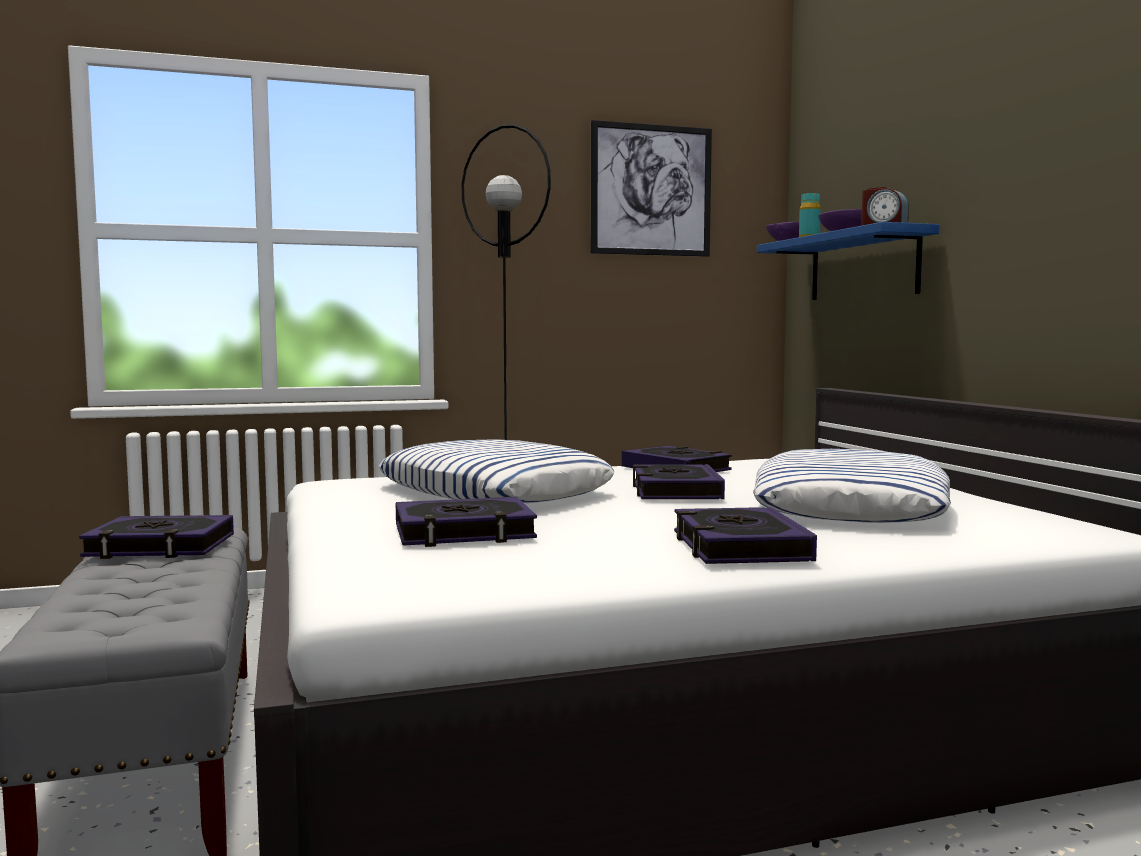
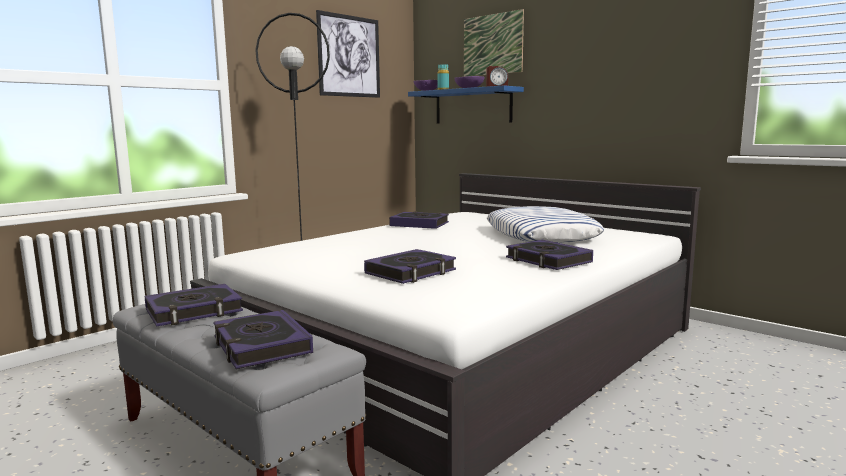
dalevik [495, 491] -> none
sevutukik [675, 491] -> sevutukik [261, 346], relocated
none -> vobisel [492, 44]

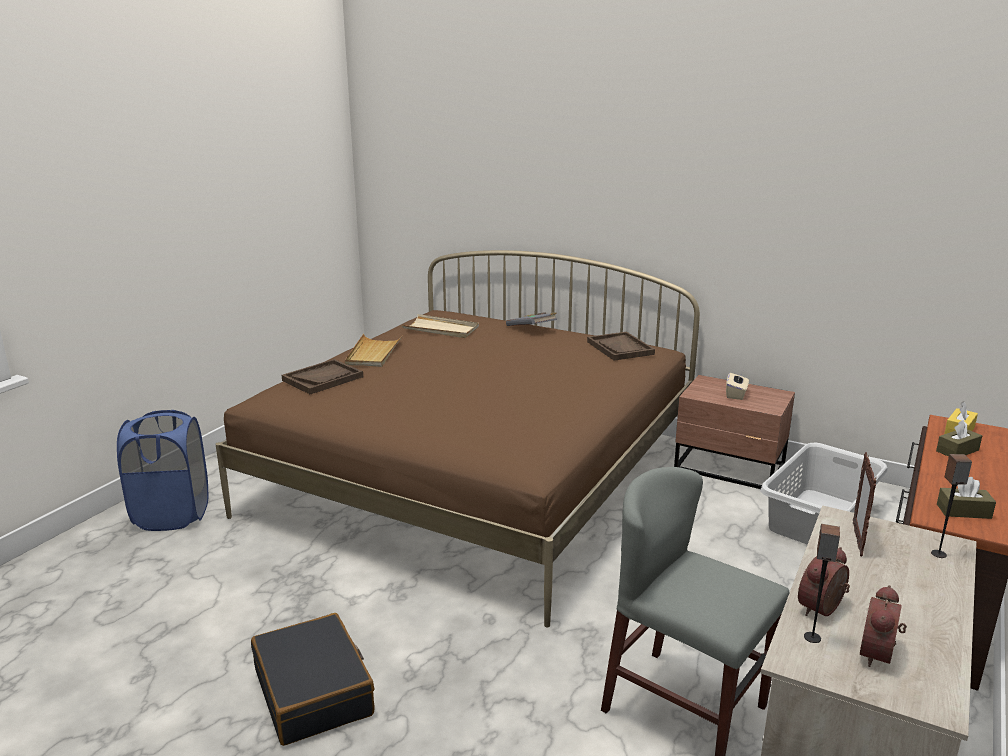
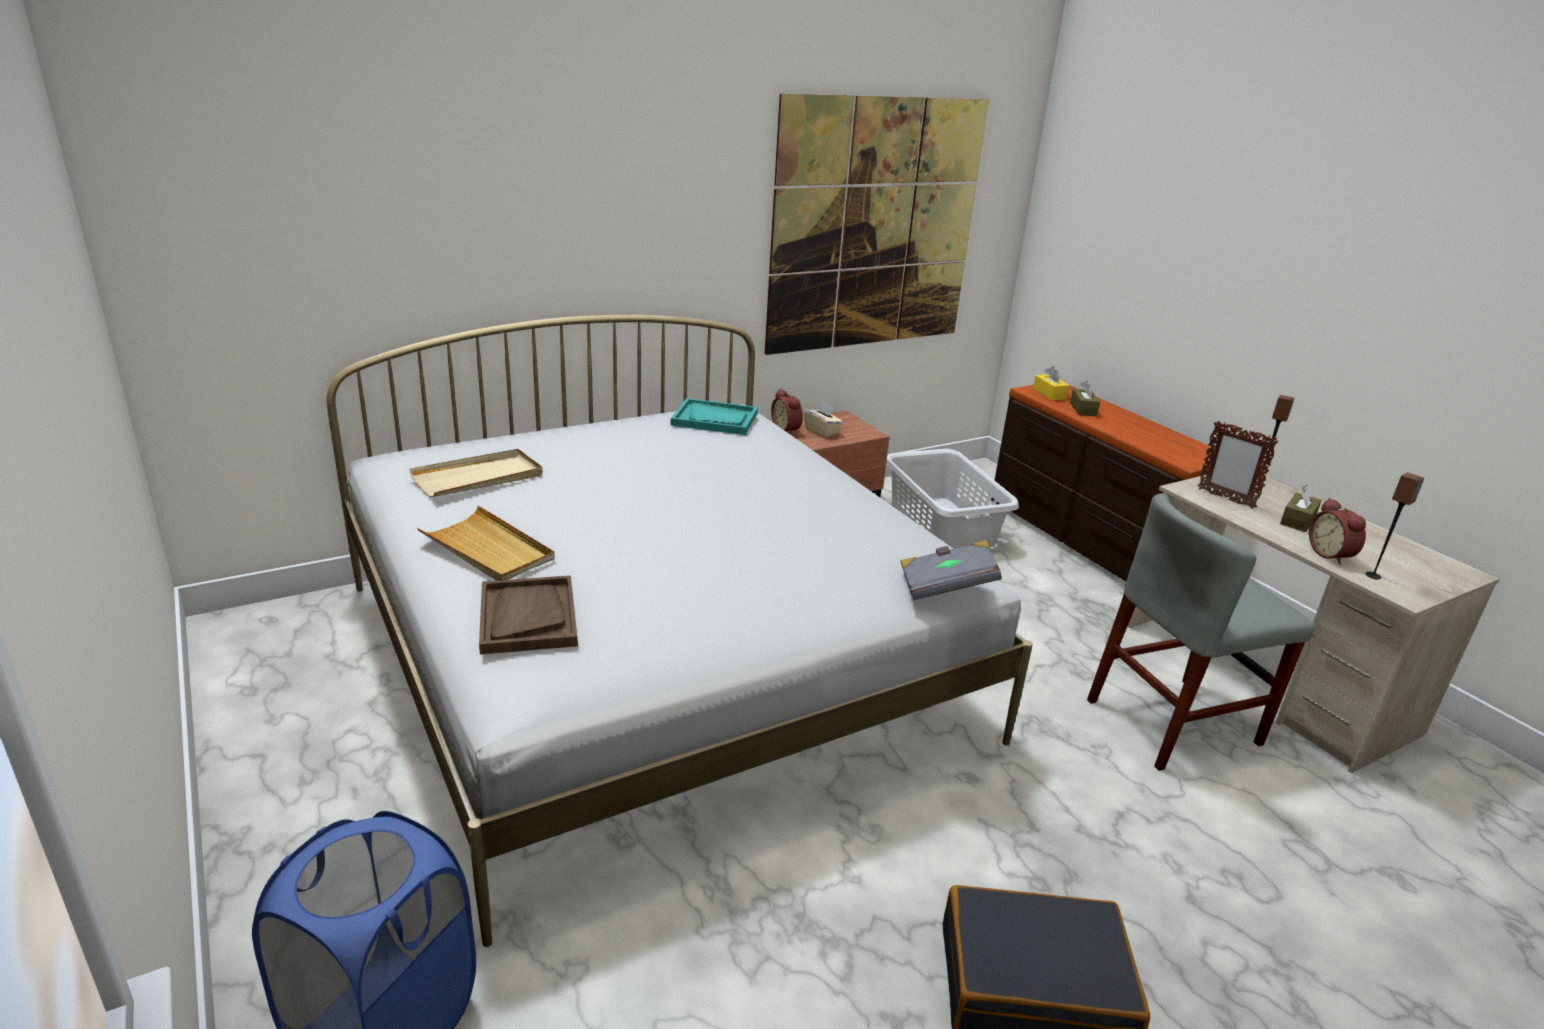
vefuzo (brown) [476, 478] -> vefuzo (white) [655, 659]
sevutukik (grey) [531, 329] -> sevutukik (grey) [946, 586], relocated
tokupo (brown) [620, 348] -> tokupo (turquoise) [715, 419]
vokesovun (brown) [963, 511] -> vokesovun (brown) [1297, 520], relocated
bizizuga [880, 655] -> bizizuga [787, 429], relocated
none -> vobisel [875, 226]

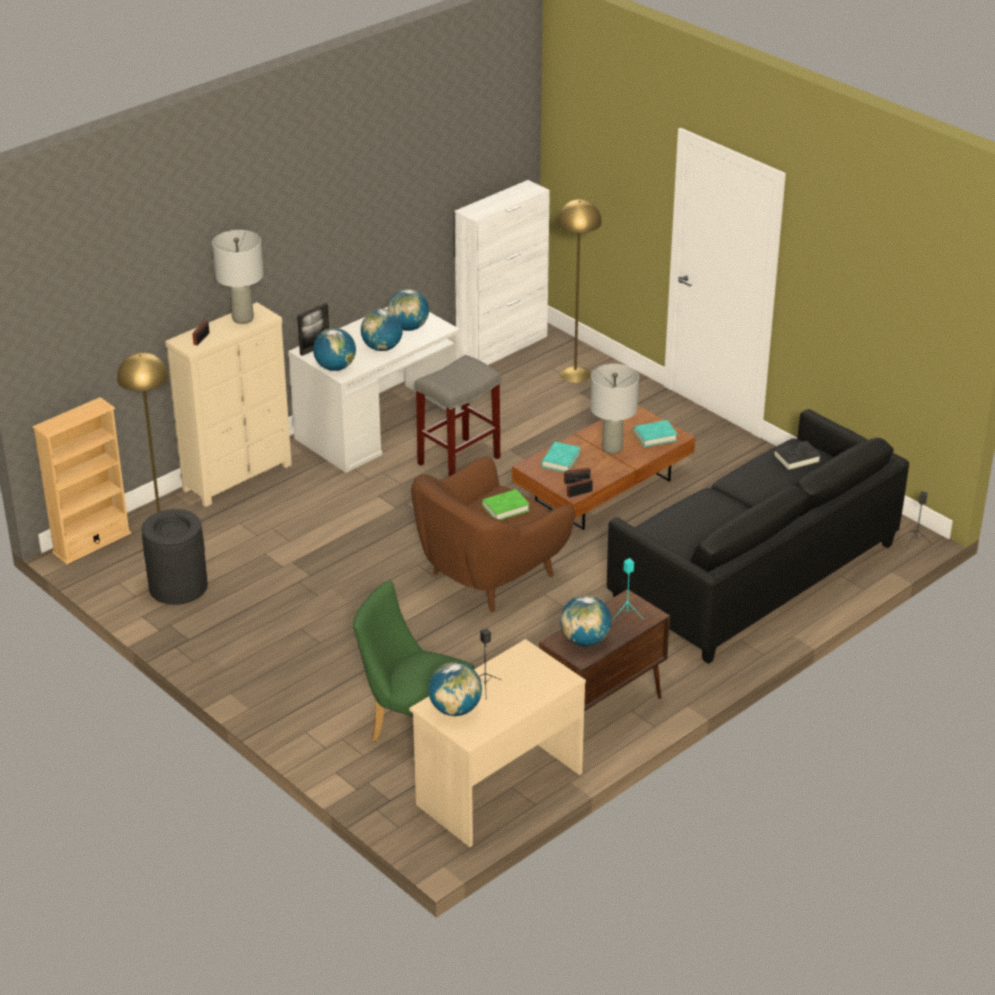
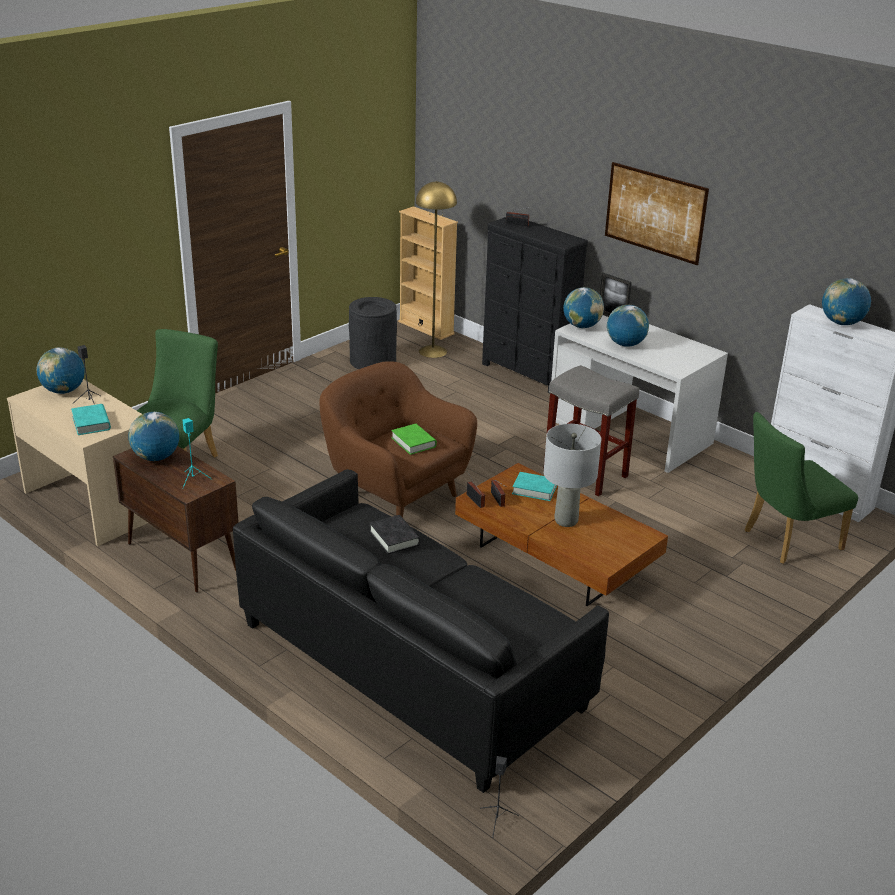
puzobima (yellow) [575, 374] -> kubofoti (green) [786, 541]
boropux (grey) [242, 318] -> none
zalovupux [408, 328] -> zalovupux [841, 323], relocated
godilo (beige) [238, 477] -> godilo (black) [527, 374]
sevutukik (turquoise) [655, 436] -> sevutukik (turquoise) [91, 423], relocated
sevutukik (black) [796, 459] -> sevutukik (black) [394, 538], relocated
none -> vobisel [655, 212]

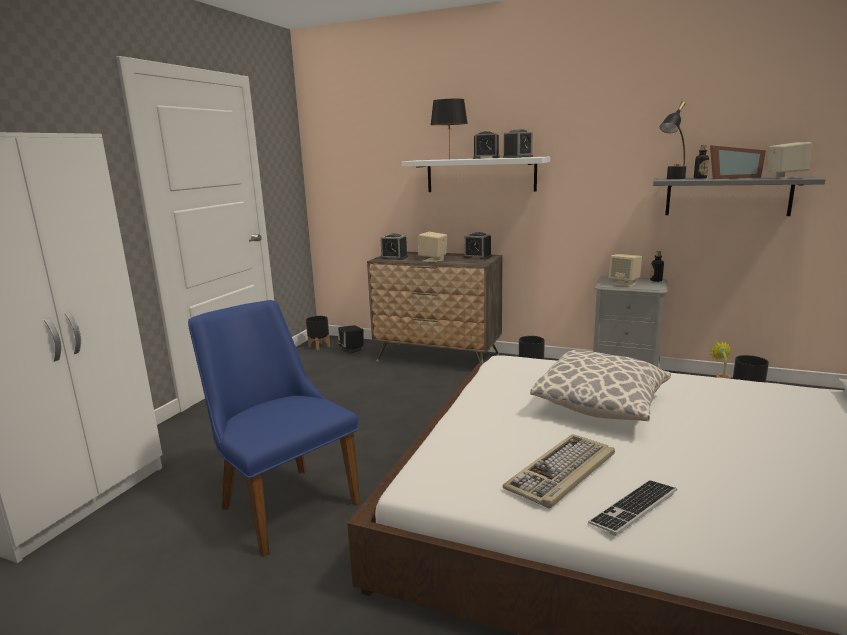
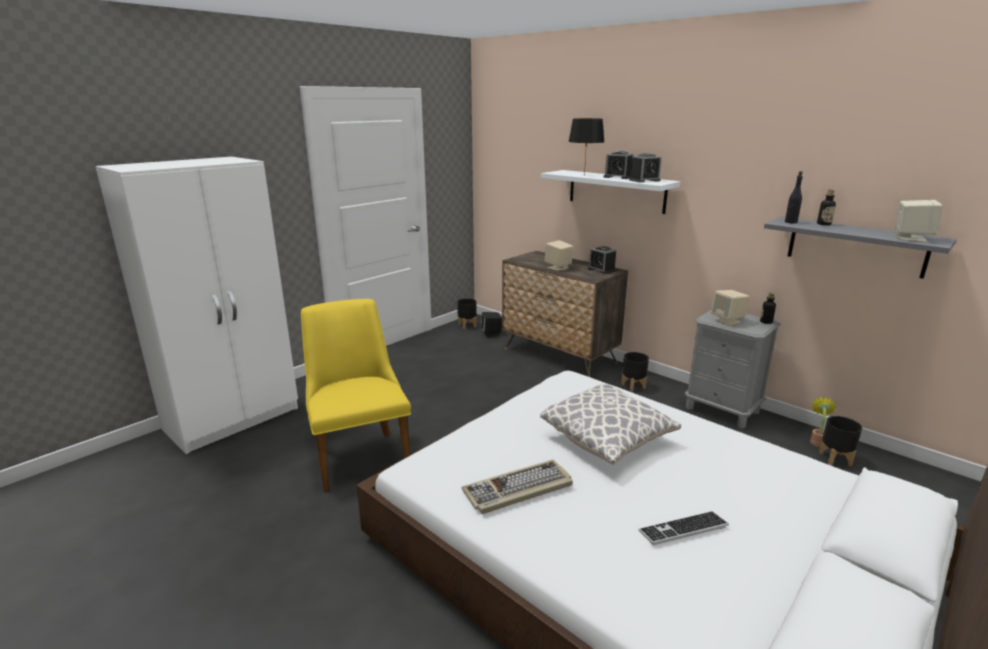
boropux (black) [672, 179] -> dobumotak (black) [790, 222]
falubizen [731, 178] -> none
bizizuga [394, 258] -> none
kubofoti (blue) [282, 501] -> kubofoti (yellow) [359, 454]
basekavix [633, 508] -> basekavix [683, 529], relocated

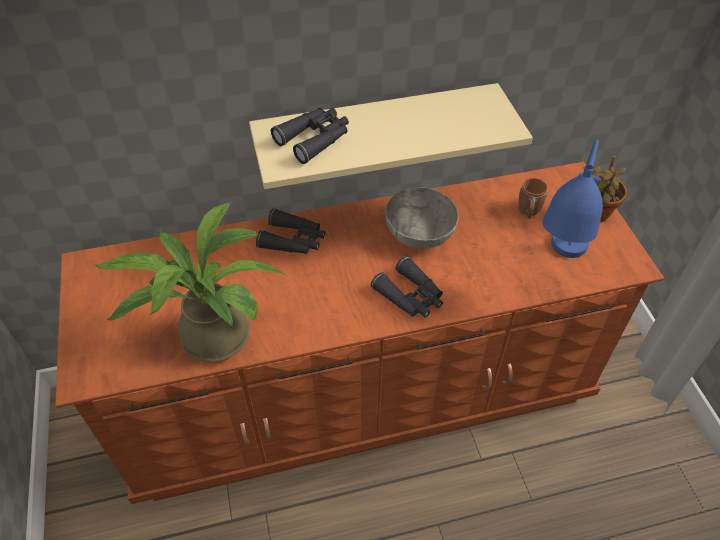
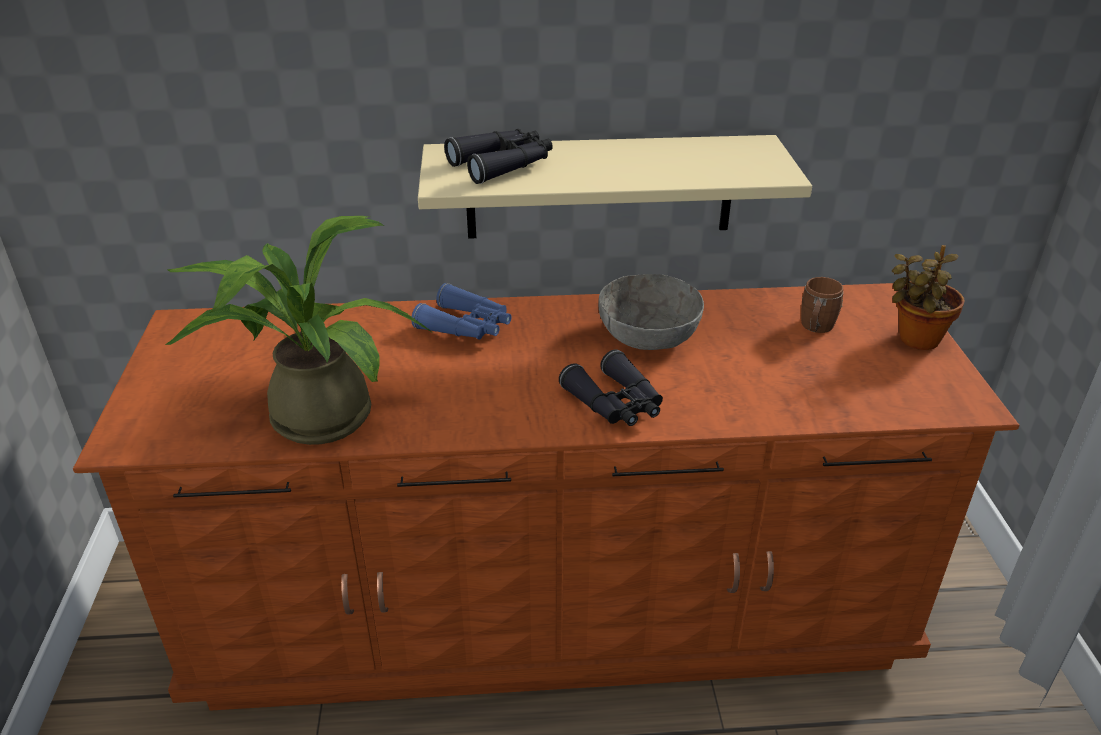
boropux (blue) [556, 271] -> none
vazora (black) [293, 240] -> vazora (blue) [467, 326]

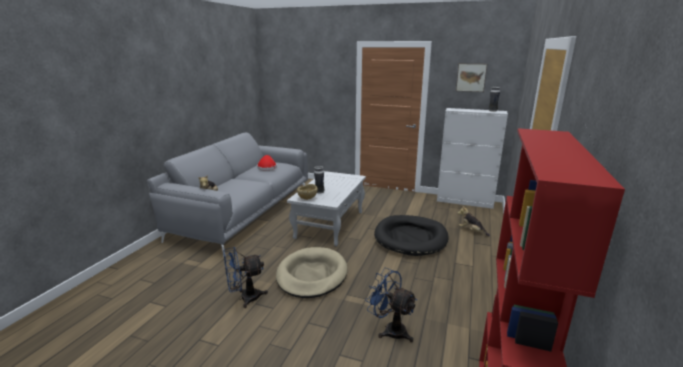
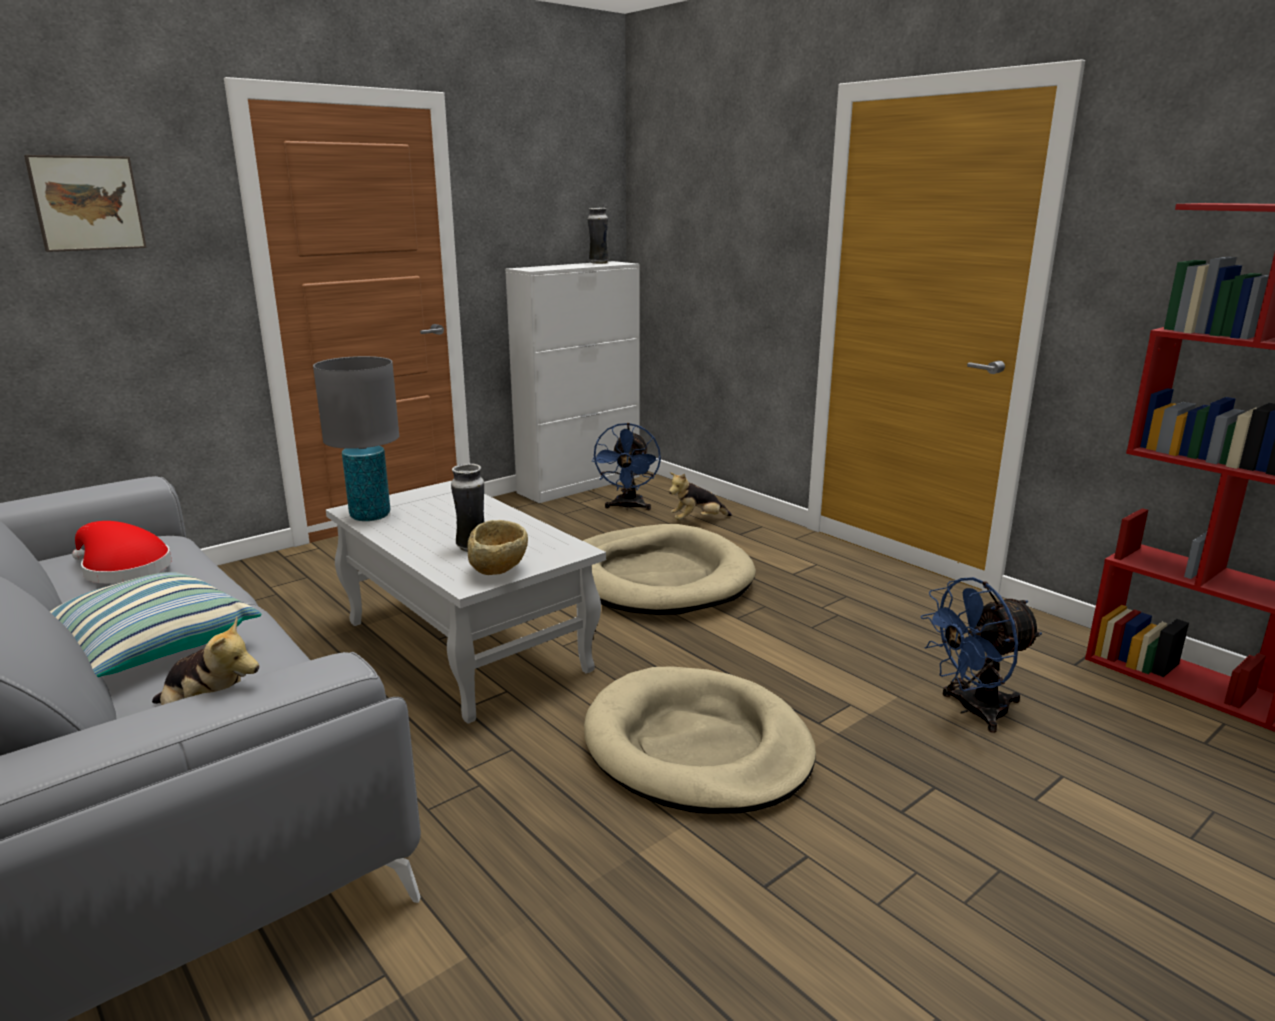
vobisel [471, 77] -> vobisel [86, 203], relocated
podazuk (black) [410, 238] -> podazuk (beige) [657, 578]
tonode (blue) [245, 298] -> tonode (blue) [628, 507], relocated
none -> boropux (grey) [370, 516]
none -> dalevik [148, 648]

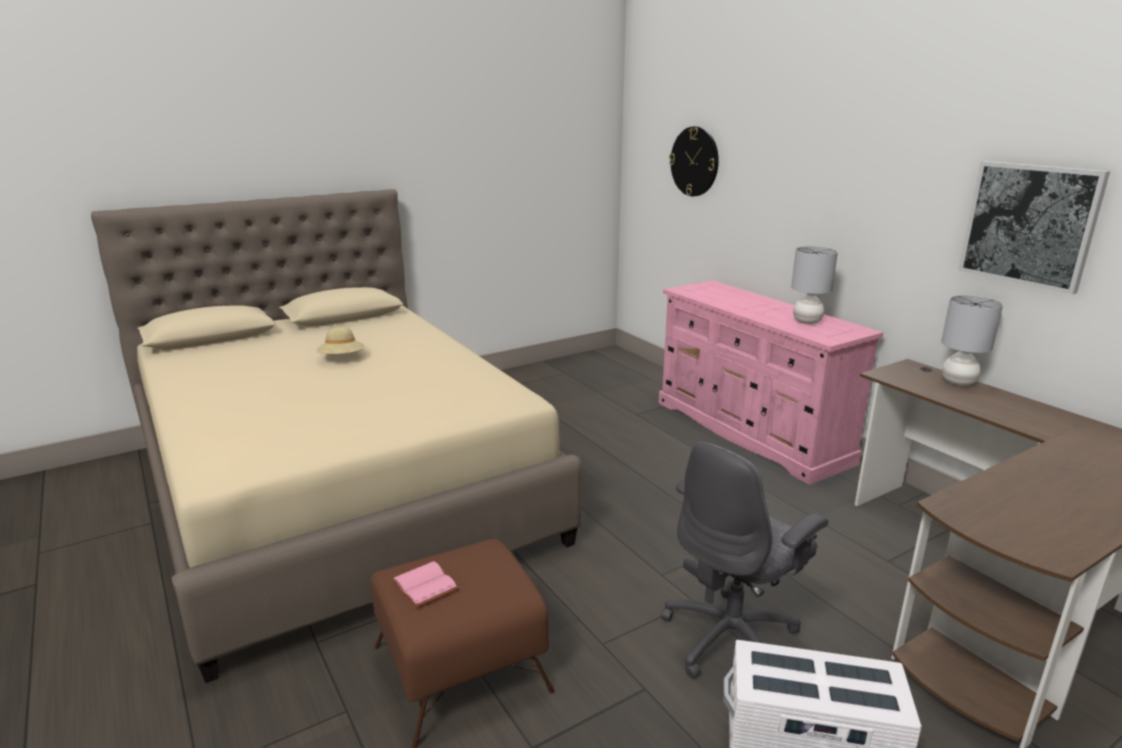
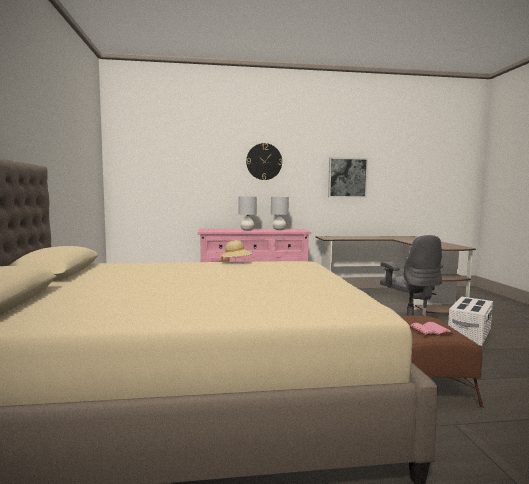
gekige [694, 161] -> gekige [264, 161], relocated
boropux (grey) [958, 382] -> boropux (grey) [247, 230], relocated
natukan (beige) [342, 359] -> natukan (beige) [236, 262], relocated

